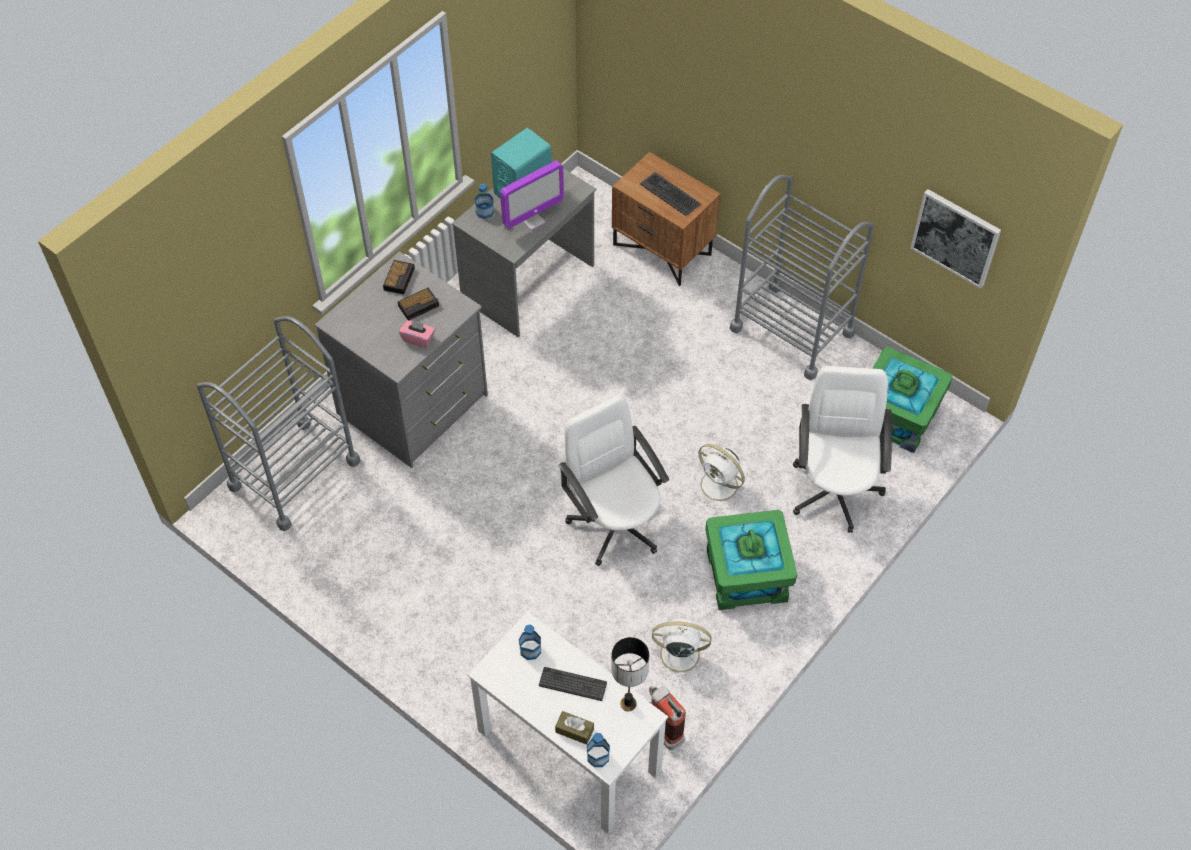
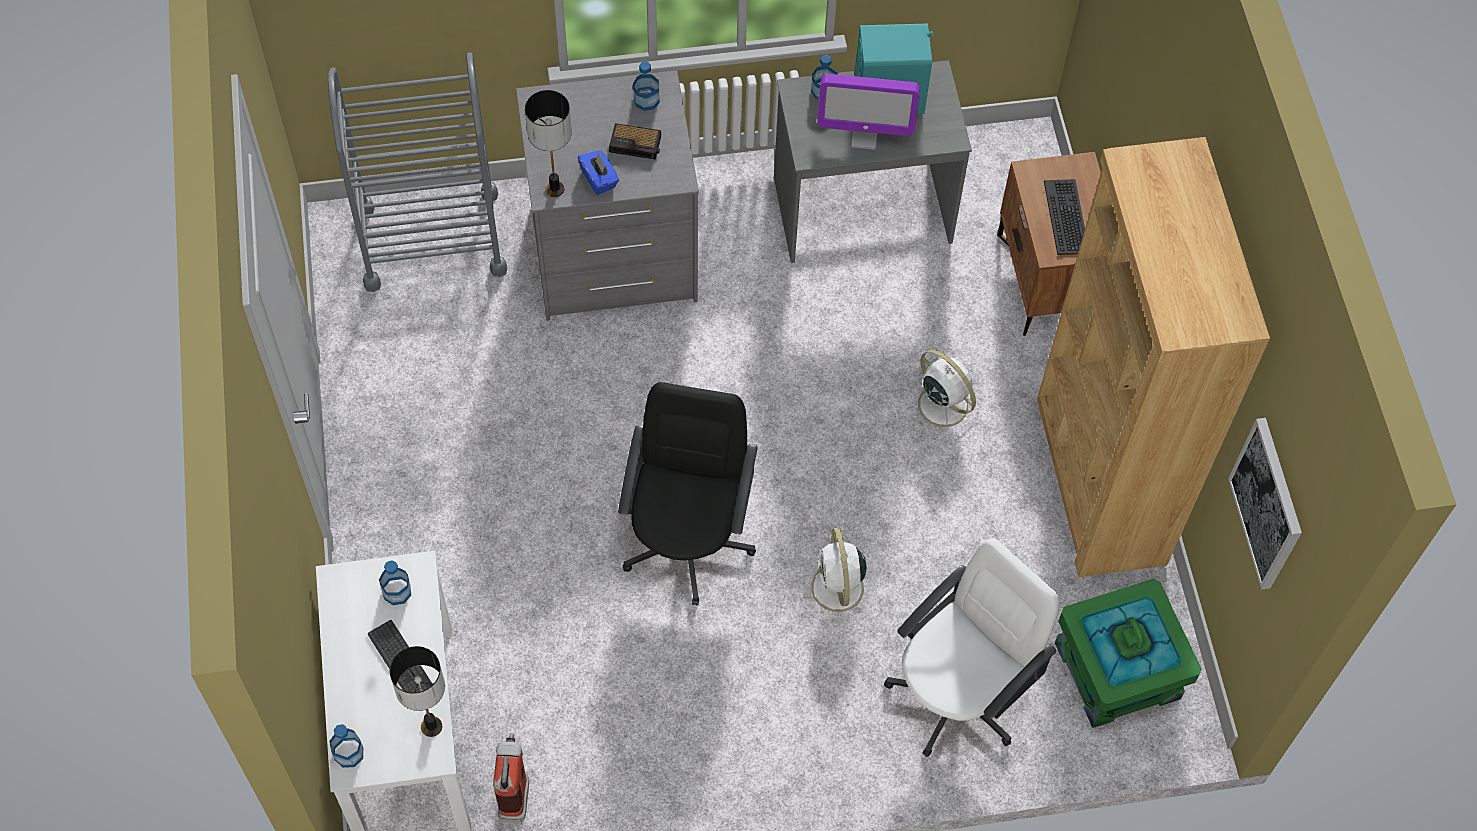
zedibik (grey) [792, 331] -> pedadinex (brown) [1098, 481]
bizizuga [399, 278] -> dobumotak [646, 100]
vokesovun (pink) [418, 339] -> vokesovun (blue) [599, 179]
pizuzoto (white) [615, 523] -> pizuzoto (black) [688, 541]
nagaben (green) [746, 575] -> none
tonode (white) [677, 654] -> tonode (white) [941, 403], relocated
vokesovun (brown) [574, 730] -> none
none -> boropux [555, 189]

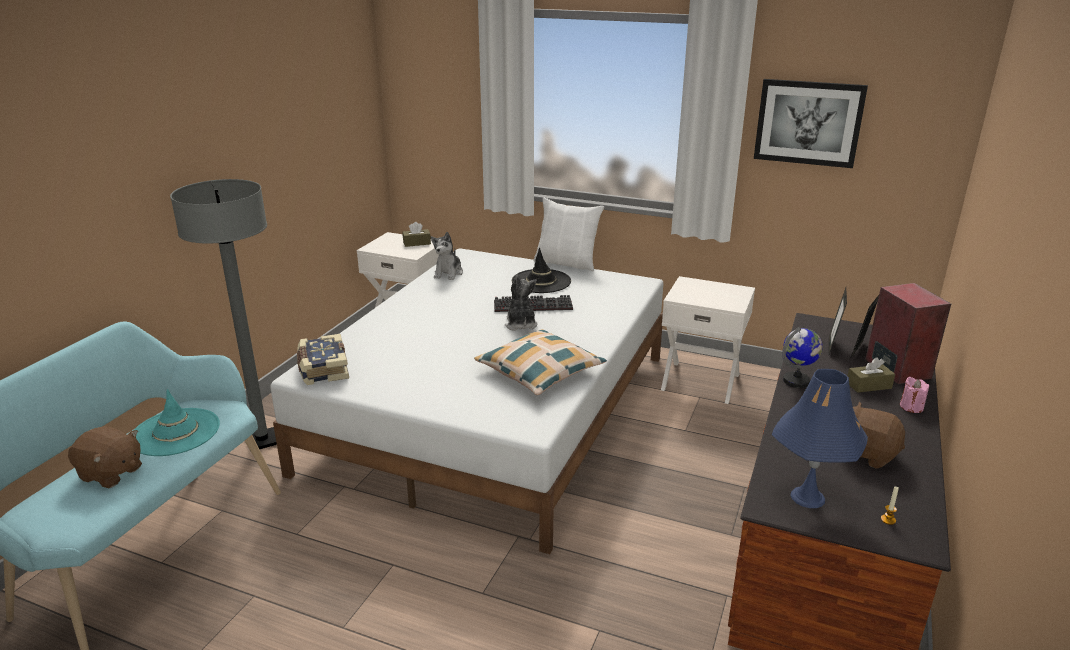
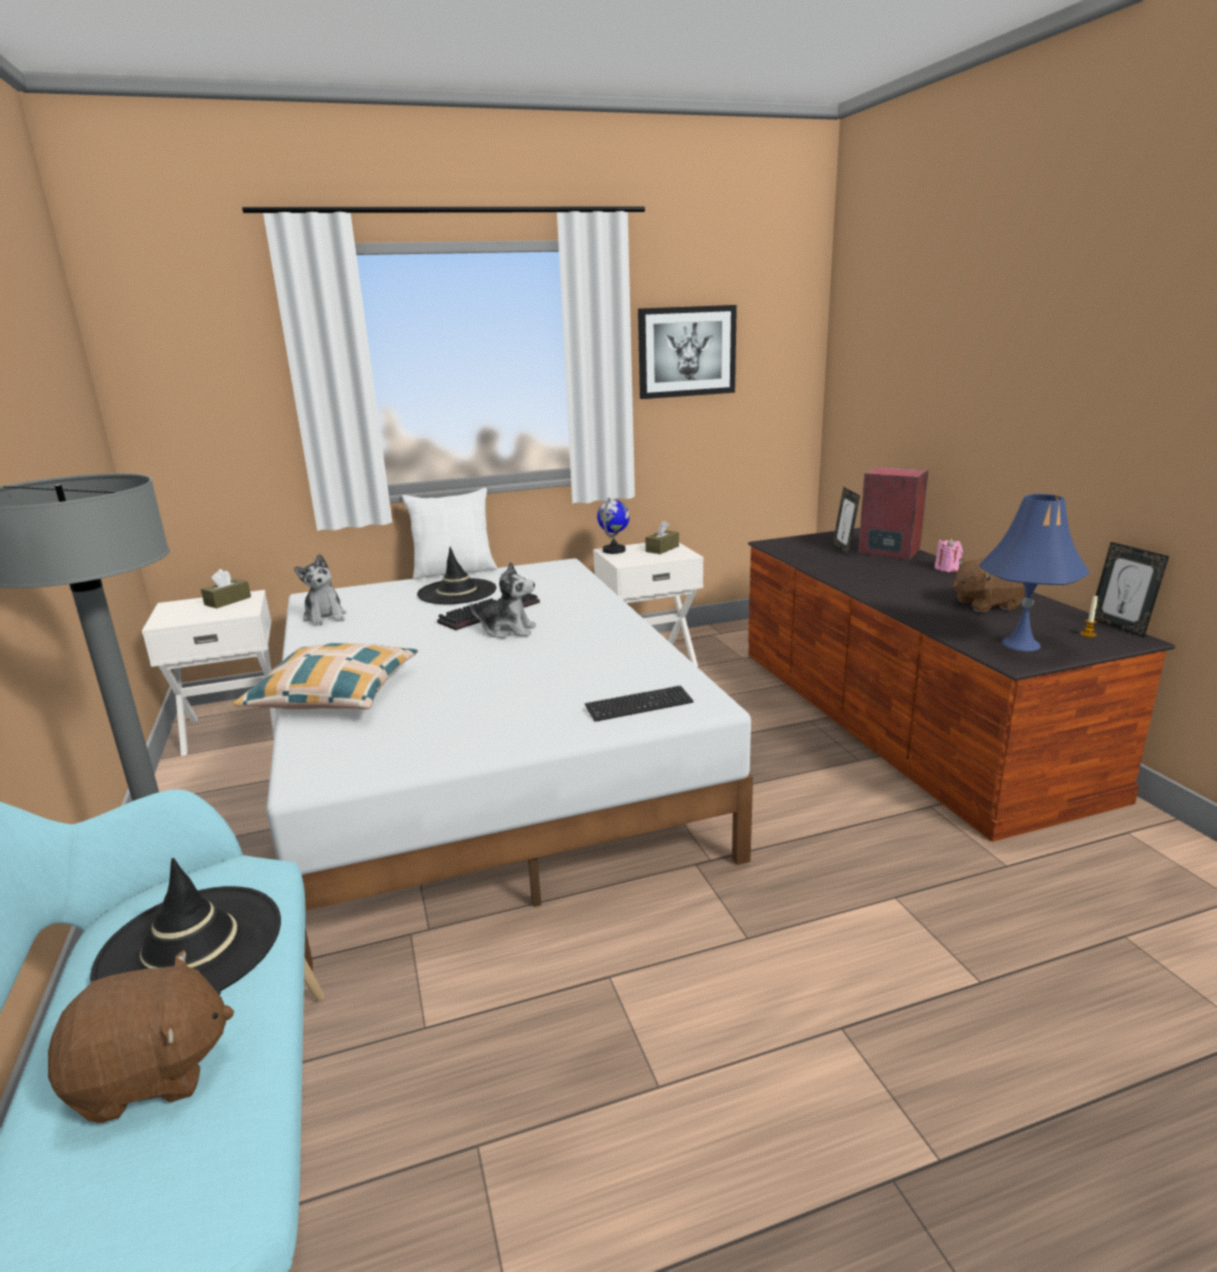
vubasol [520, 324] -> vubasol [508, 630], 150 degrees clockwise
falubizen [832, 346] -> falubizen [1119, 627], relocated
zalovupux [796, 381] -> zalovupux [614, 550], relocated
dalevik [540, 371] -> dalevik [334, 693], relocated
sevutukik [322, 369] -> none
vokesovun (brown) [868, 385] -> vokesovun (brown) [662, 549], relocated
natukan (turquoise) [175, 432] -> natukan (black) [190, 946]
none -> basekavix [639, 706]

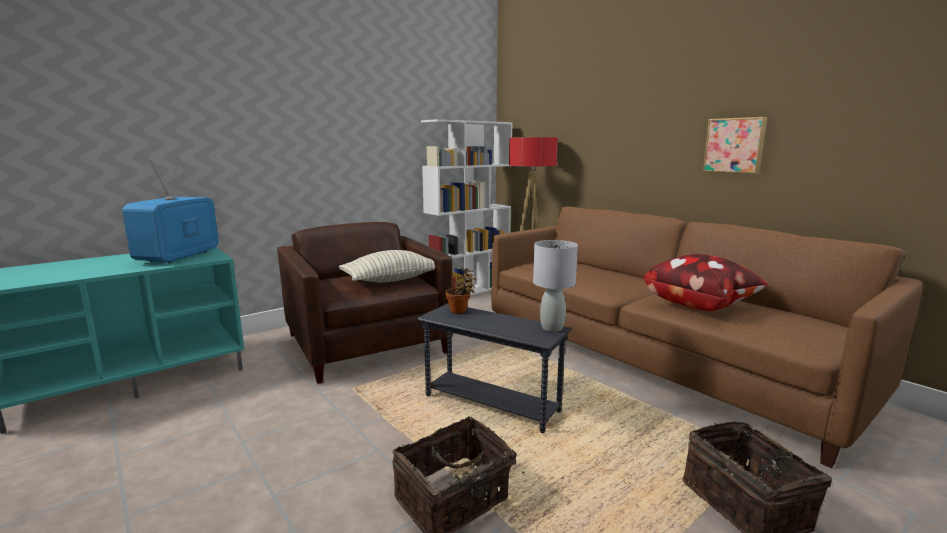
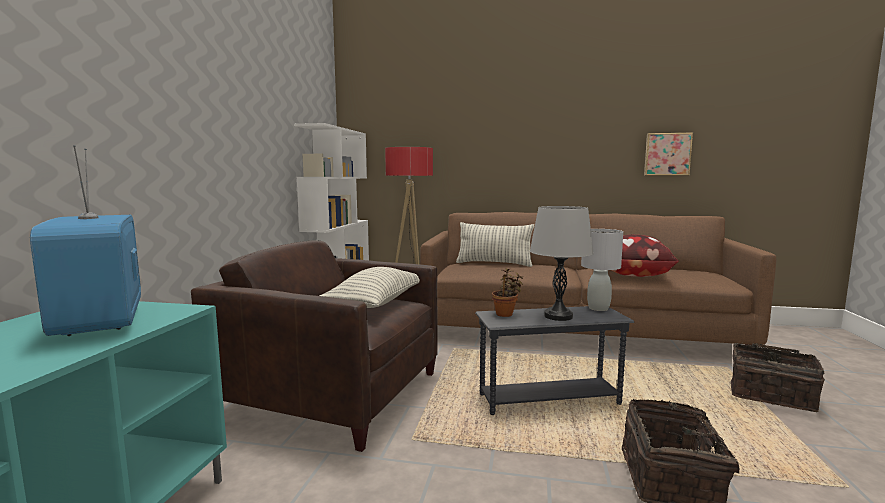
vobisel [734, 145] -> vobisel [667, 154], relocated
none -> boropux (grey) [558, 316]
none -> dalevik [494, 264]

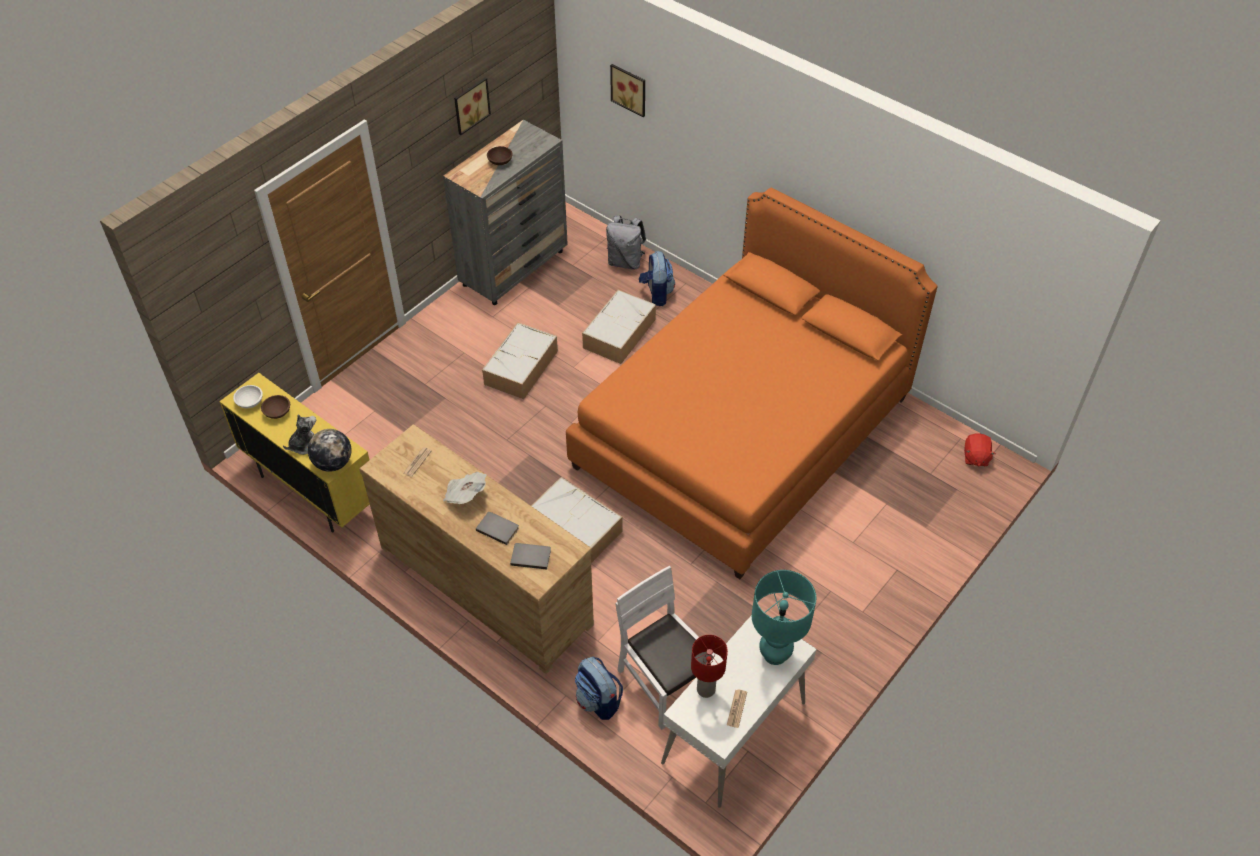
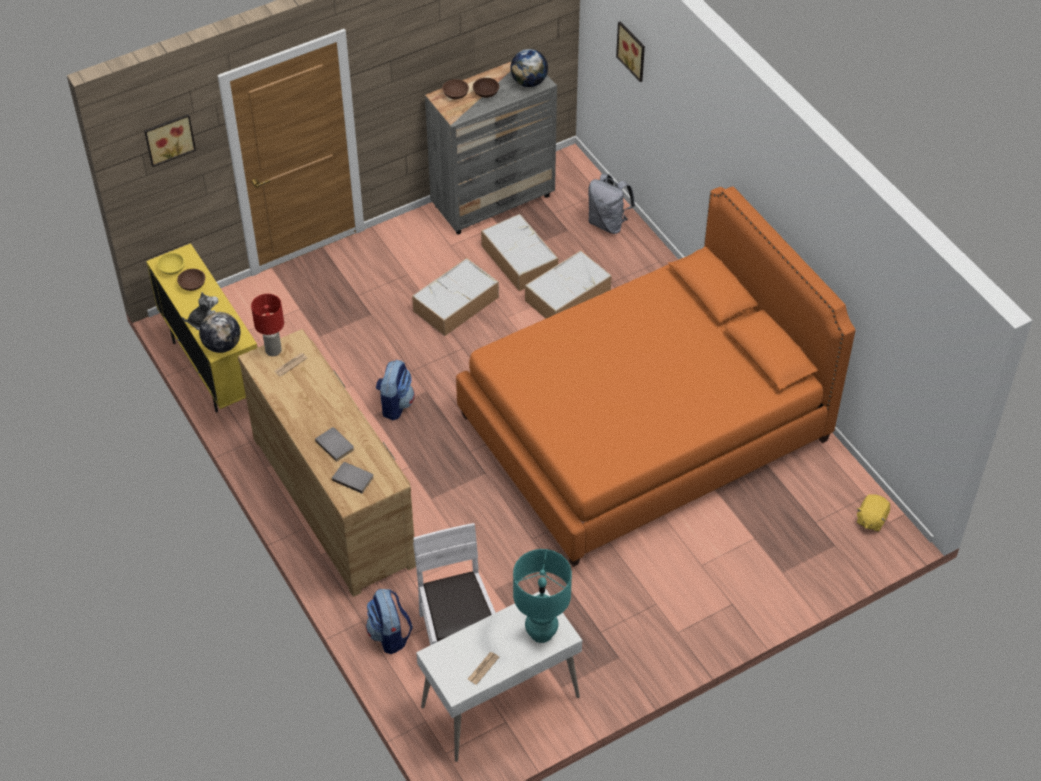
vobisel [470, 105] -> vobisel [169, 138], relocated
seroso [656, 294] -> seroso [395, 404], relocated
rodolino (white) [250, 402] -> rodolino (yellow) [172, 269]
vubasol (red) [975, 457] -> vubasol (yellow) [871, 519]
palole [465, 495] -> none
nagaben [574, 526] -> nagaben [518, 259], relocated
boropux (red) [706, 689] -> boropux (red) [273, 350], relocated
none -> zalovupux [529, 82]
none -> rodolino (brown) [456, 94]

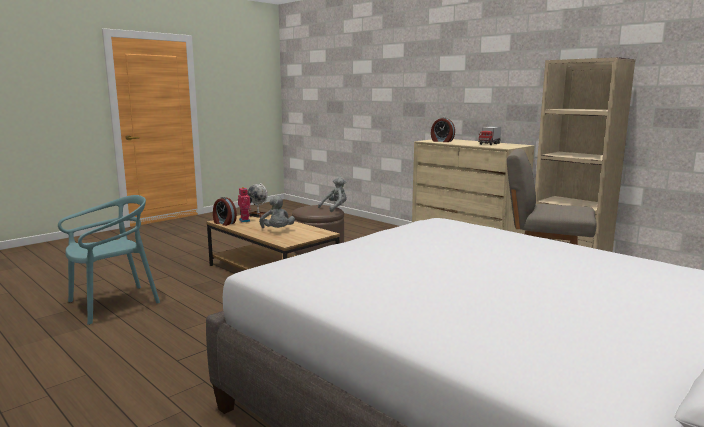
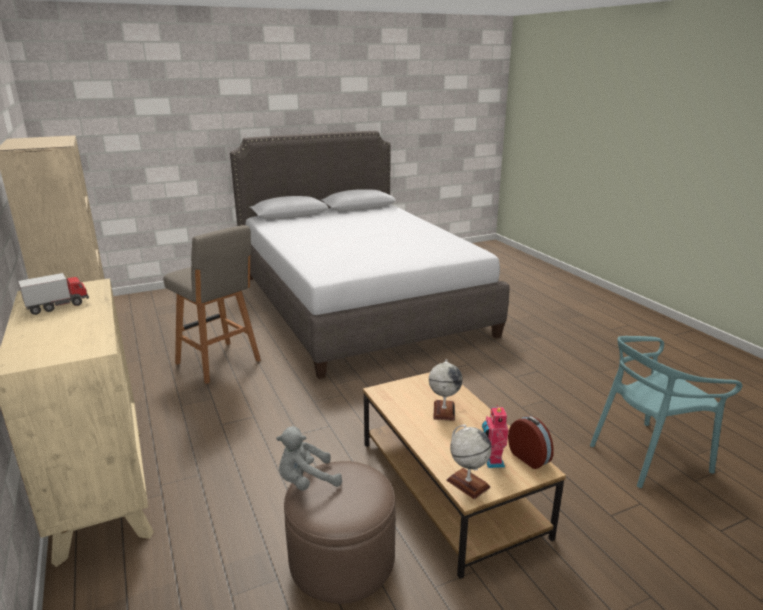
bizizuga [442, 141] -> none
vubasol (grey) [277, 230] -> zalovupux [444, 411]

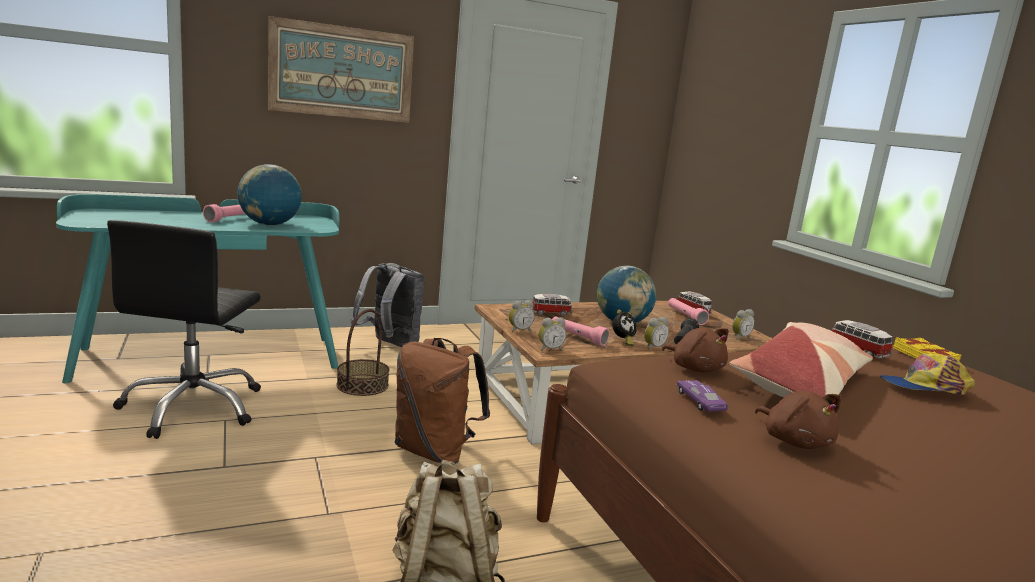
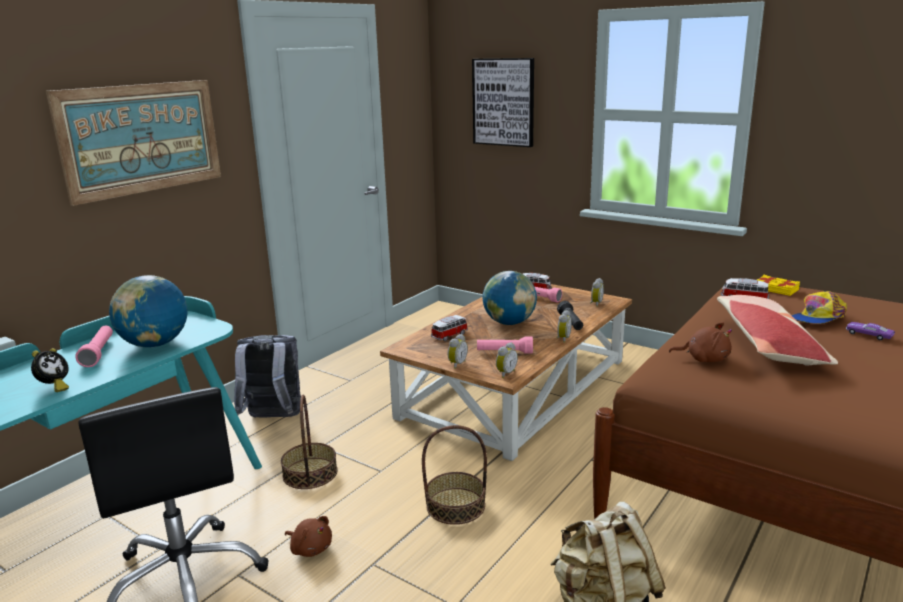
bizizuga [622, 341] -> bizizuga [54, 387], relocated
seroso (brown) [435, 451] -> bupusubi [455, 506]
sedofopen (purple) [699, 402] -> sedofopen (purple) [868, 335], relocated
vubasol (brown) [794, 441] -> vubasol (brown) [310, 548], relocated
none -> vobisel [503, 102]

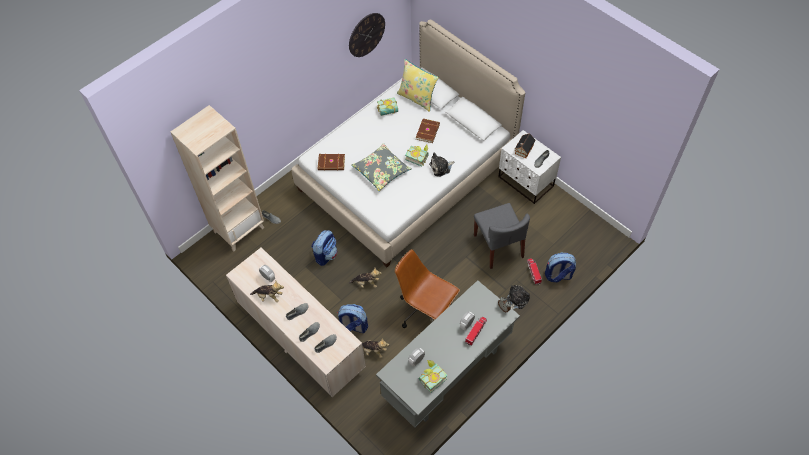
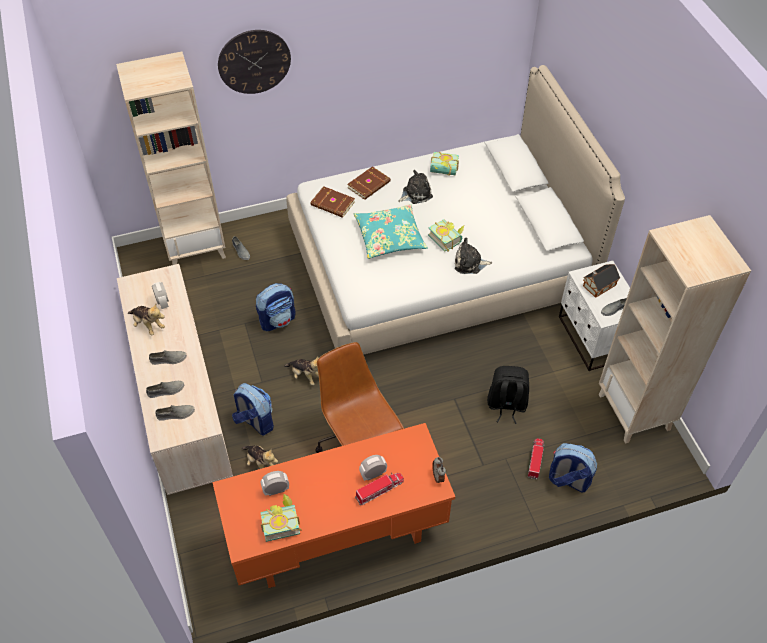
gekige [366, 34] -> gekige [254, 61], relocated
dalevik (yellow) [417, 98] -> none
sevutukik (brown) [428, 131] -> sevutukik (brown) [369, 185], relocated
dalevik (grey) [381, 171] -> dalevik (turquoise) [390, 237]
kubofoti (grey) [498, 246] -> seroso (black) [506, 405]
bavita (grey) [447, 373] -> bavita (orange) [337, 539]
vubasol [516, 299] -> vubasol [415, 193], relocated
none -> pedadinex (beige) [634, 412]

